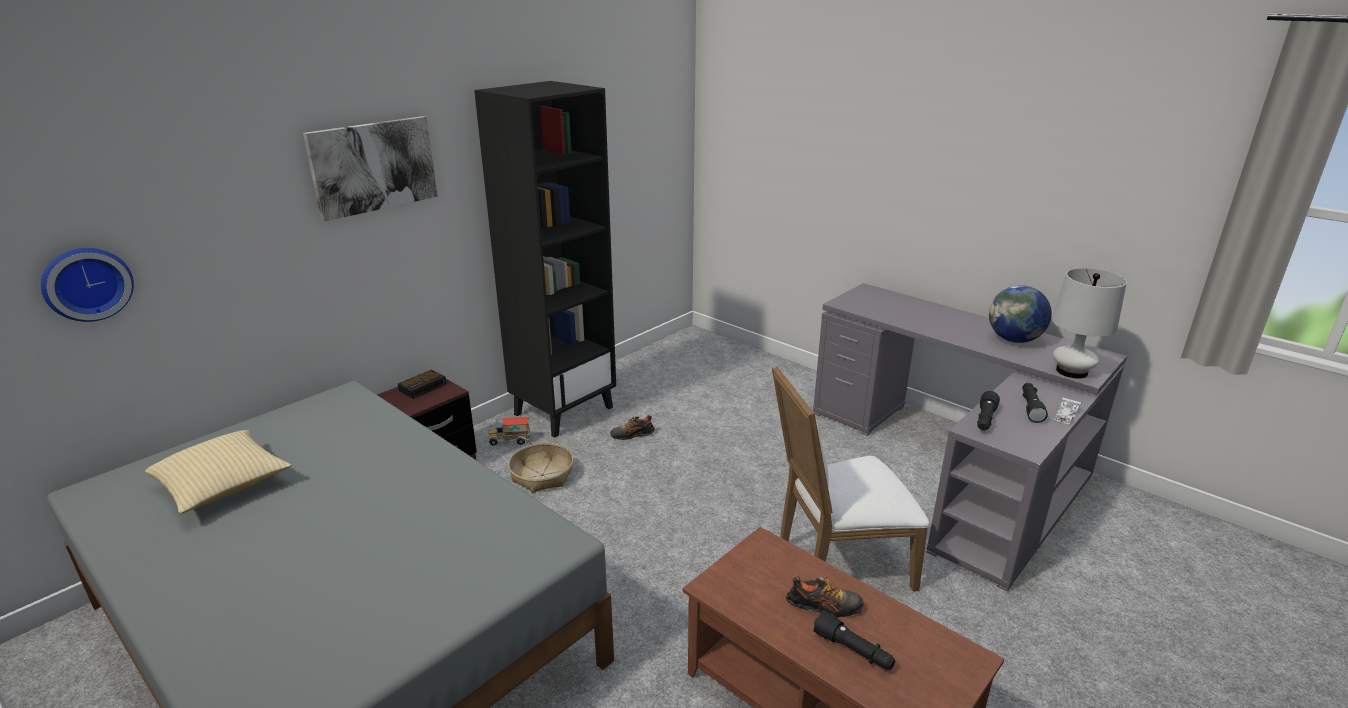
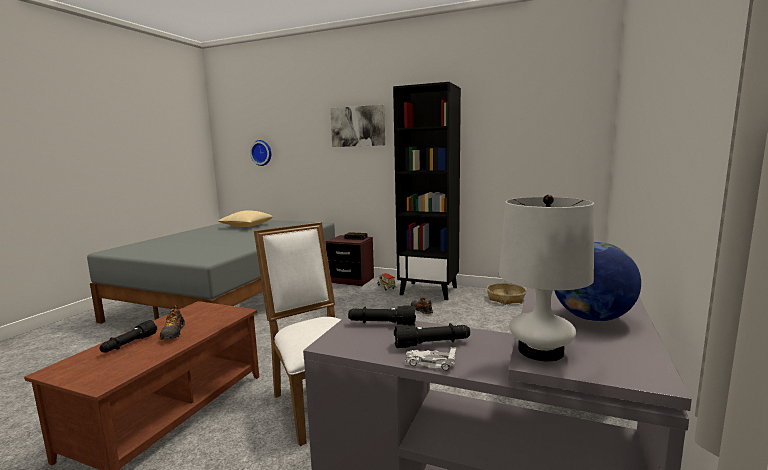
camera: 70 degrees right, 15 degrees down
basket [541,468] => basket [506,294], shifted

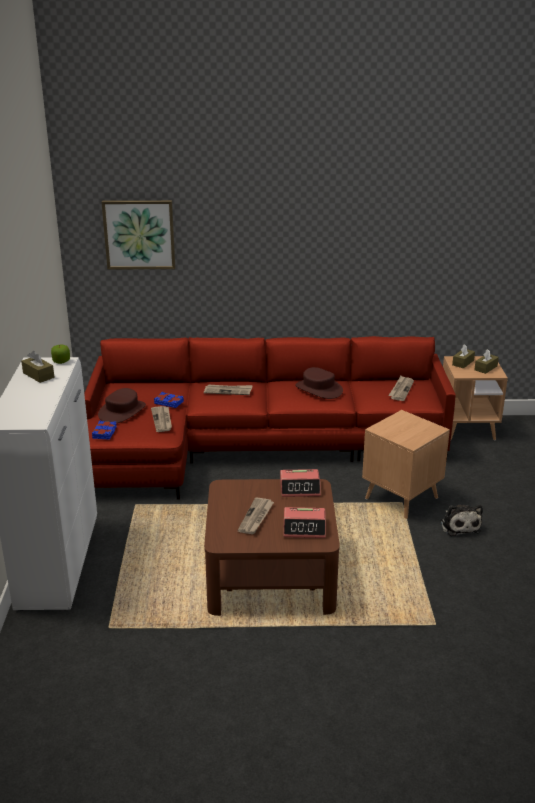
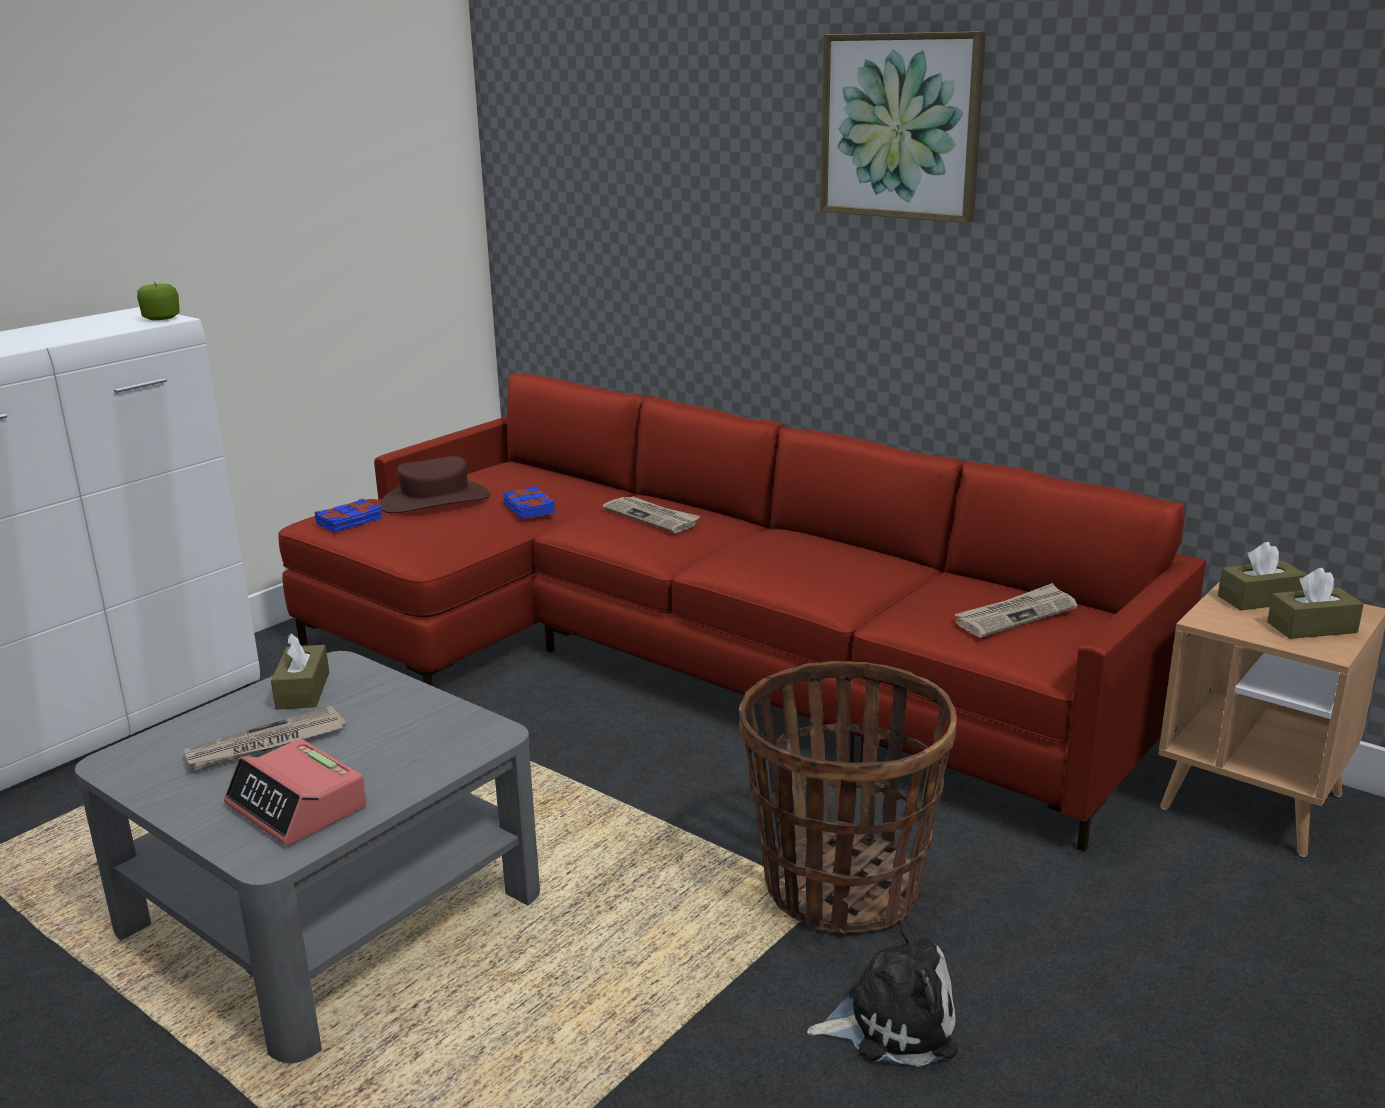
camera: 40 degrees right, 5 degrees down
newspaper [161,419] => nothing
alarm clock [300,483] => nothing
brown hat [319,383] => nothing
brown tissue box [37,367] => brown tissue box [300,671], shifted
picture [138,234] => picture [903,127], shifted
brown side table [406,464] => basket [848,797]
brown coffee table [272,547] => grey coffee table [307,857]
plush toy [461,520] => plush toy [882,994], 120 degrees counterclockwise

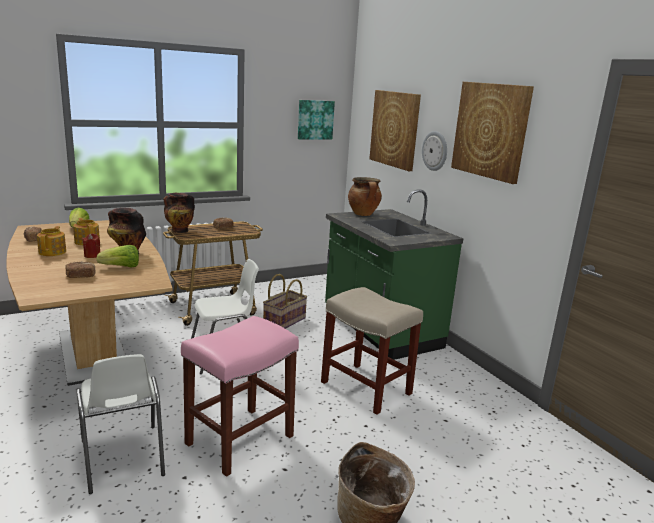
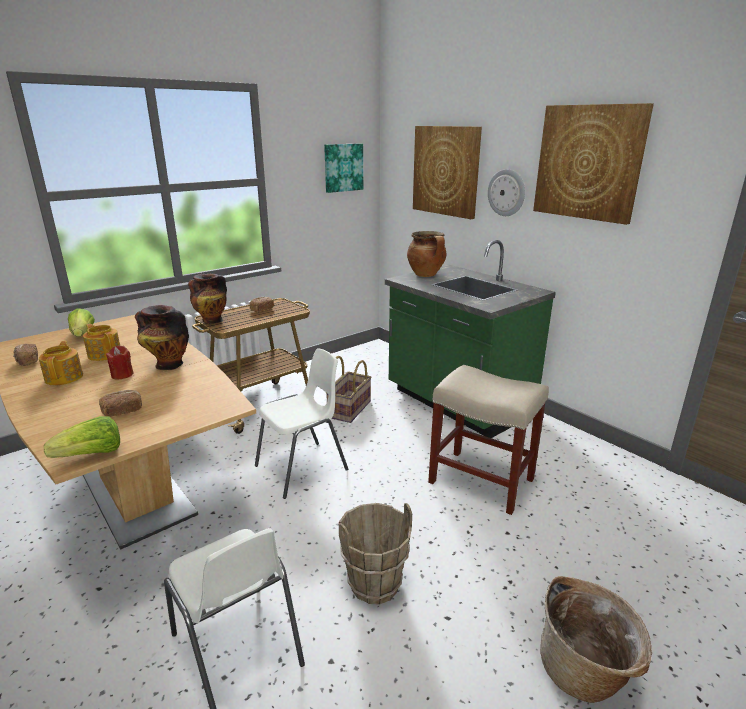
camera: 10 degrees left, 5 degrees up
lettuce [117,256] => lettuce [82,437], shifted
pink stool [240,396] => brown bucket [375,553]

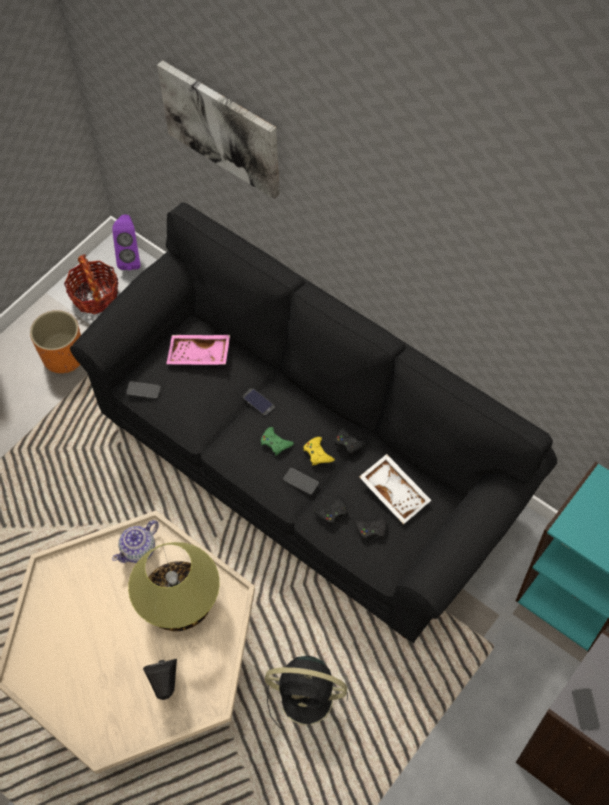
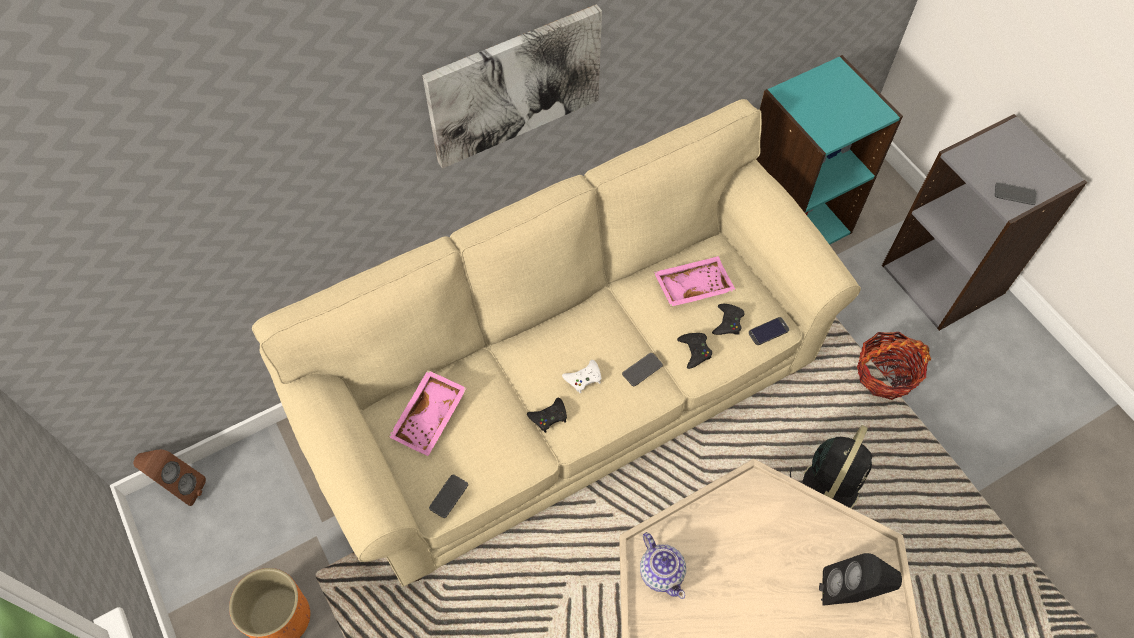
camera: 70 degrees left, 0 degrees up
table lamp [174,586] => nothing
yellow game controller [319,451] => nothing
basket [91,284] => basket [894,366], shifted
picture [218,129] => picture [512,86], shifted
phone [259,402] => phone [769,331], shifted
black game controller [351,441] => black game controller [547,415], shifted
black sofa [313,422] => beige sofa [556,343]
purple speaker [126,242] => brown speaker [169,477]
green game controller [277,441] => white game controller [581,376]
white tray [395,489] => pink tray [695,281]

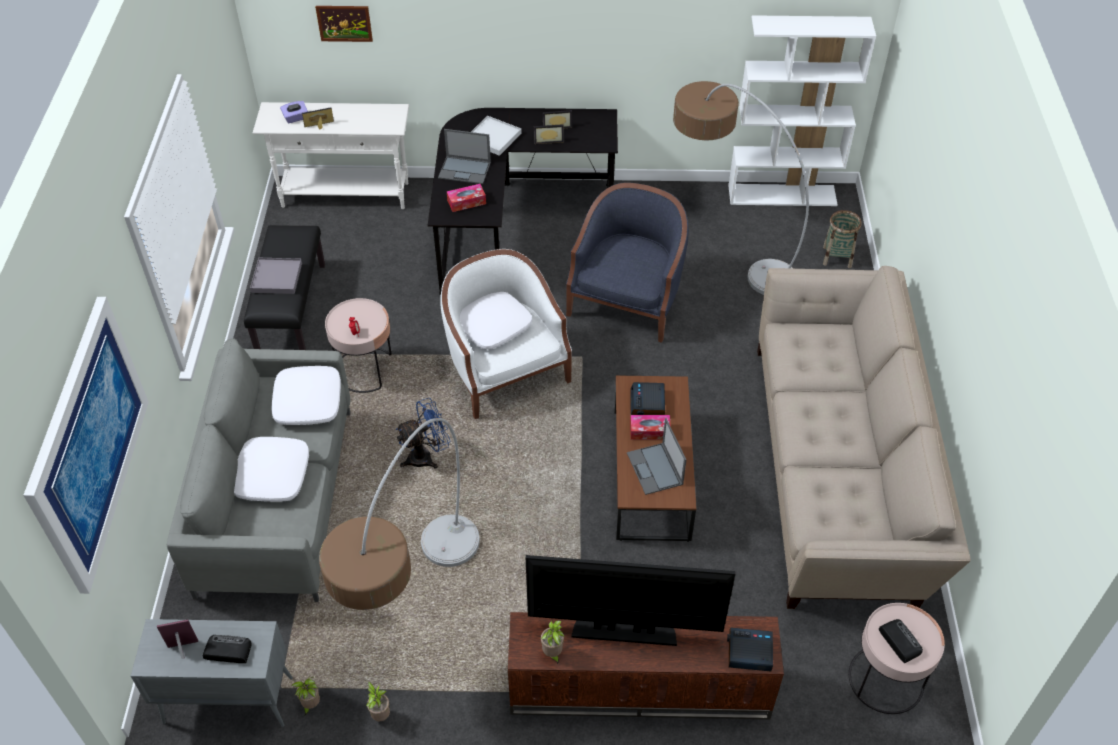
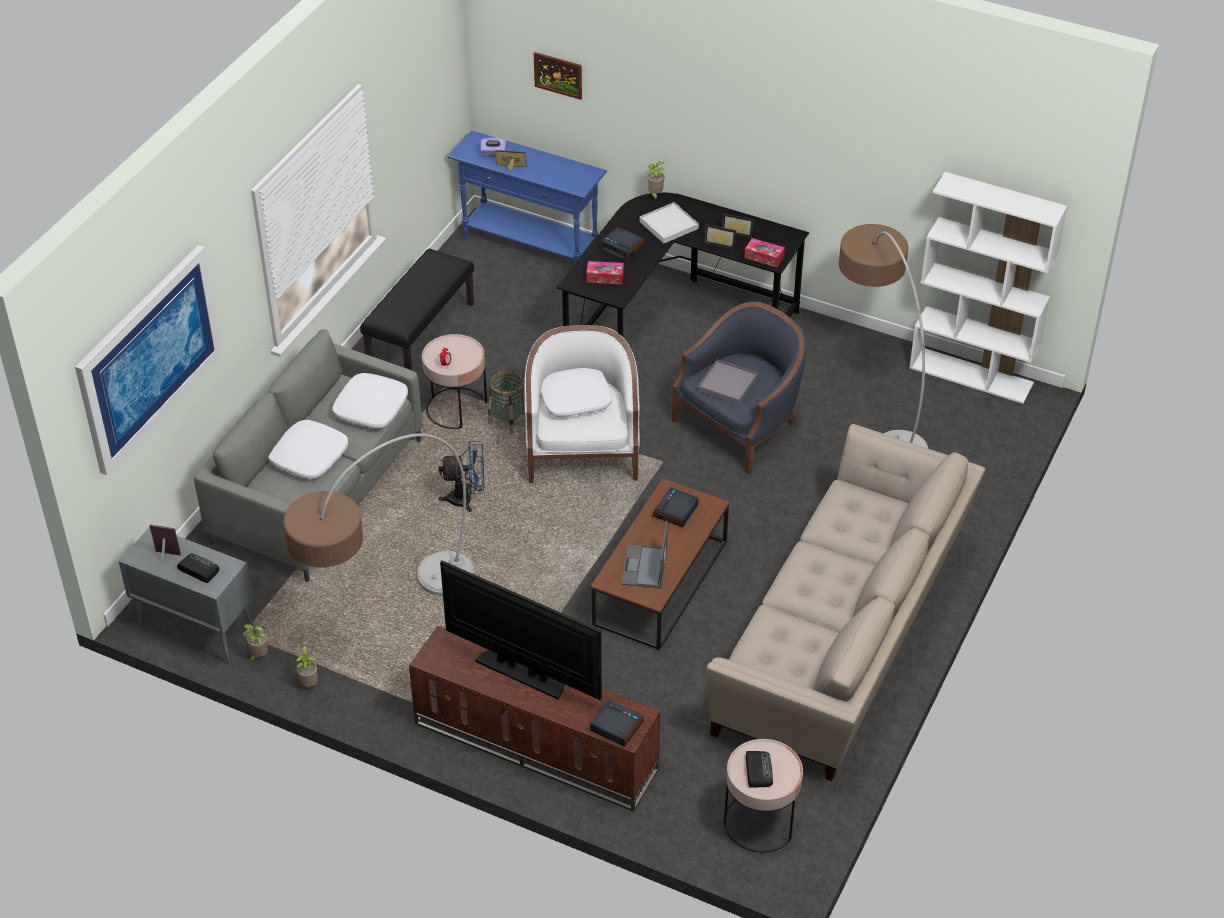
camera: 25 degrees right, 5 degrees down
grey tray [276,276] => grey tray [728,382], shifted
potted plant [553,642] => potted plant [656,181], shifted
tissue box [650,427] => tissue box [764,252], shifted
basket [842,239] => basket [506,402], shifted
laptop [464,156] => alarm clock [622,244]
white console table [331,155] => blue console table [527,196]

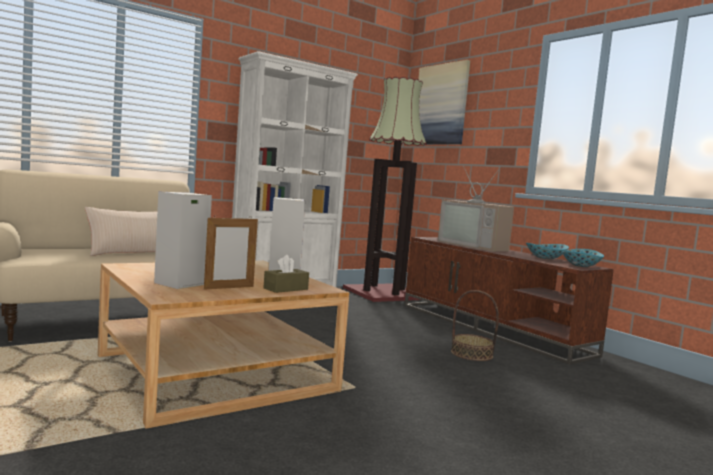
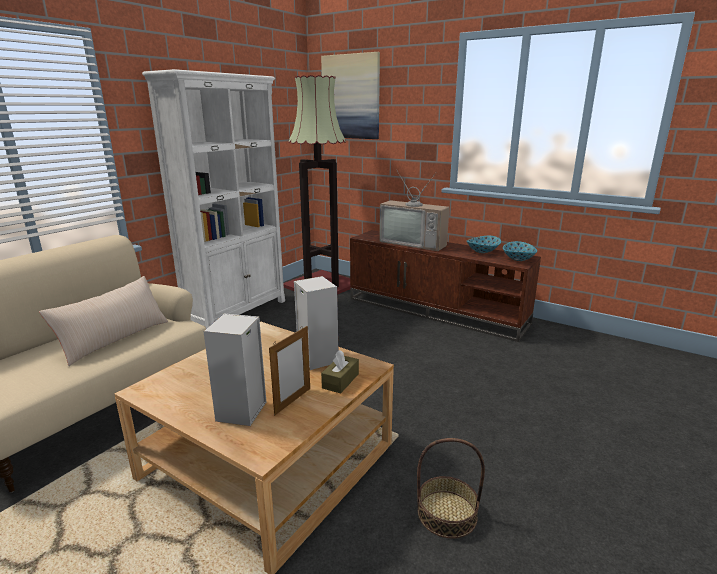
camera: 20 degrees left, 15 degrees up
basket [475,325] => basket [451,488], shifted

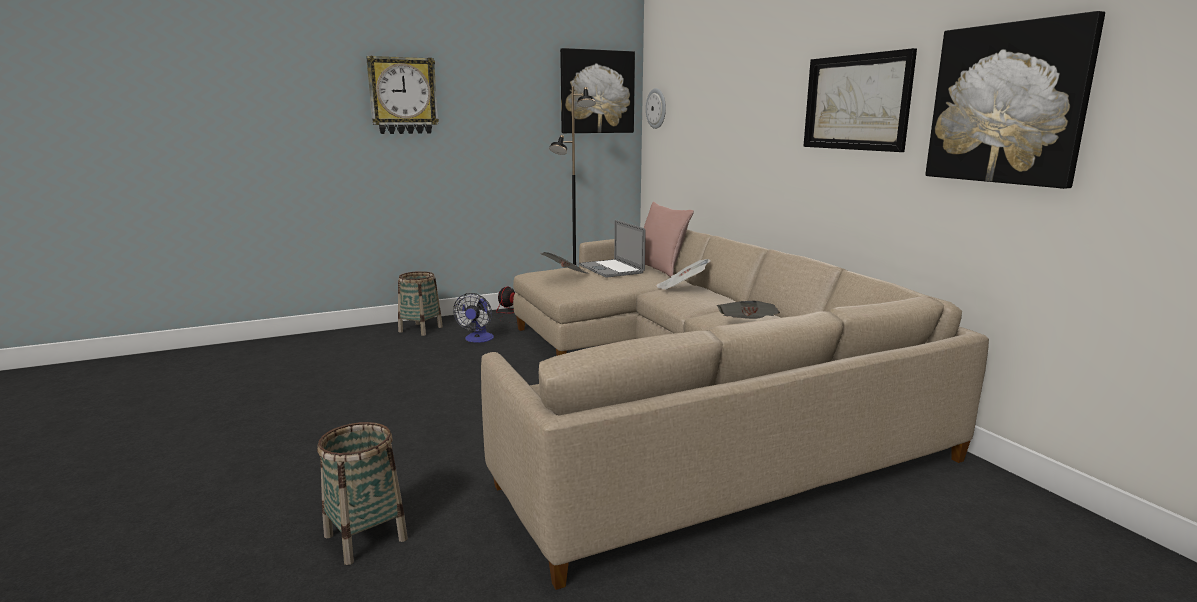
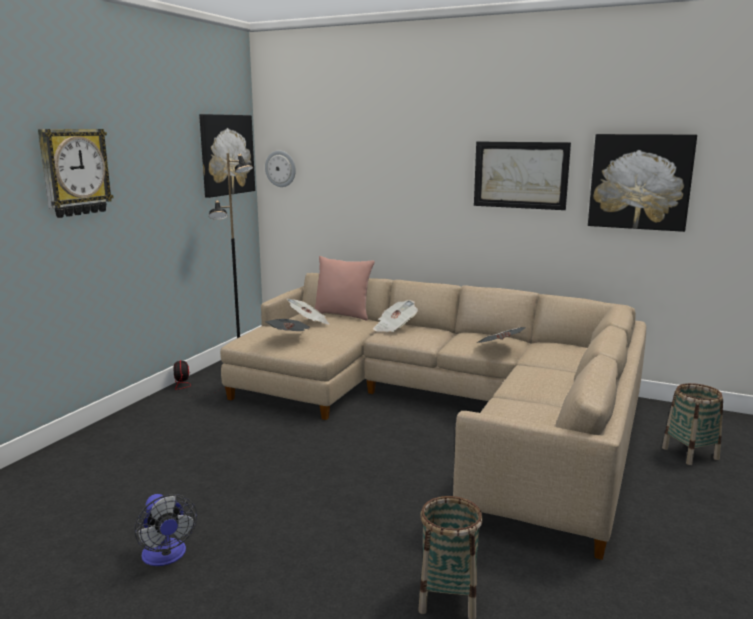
camera: 40 degrees left, 0 degrees up
basket [420,303] => basket [692,424], shifted
fan [473,318] => fan [165,530], shifted
laptop [612,249] => newspaper [308,312]

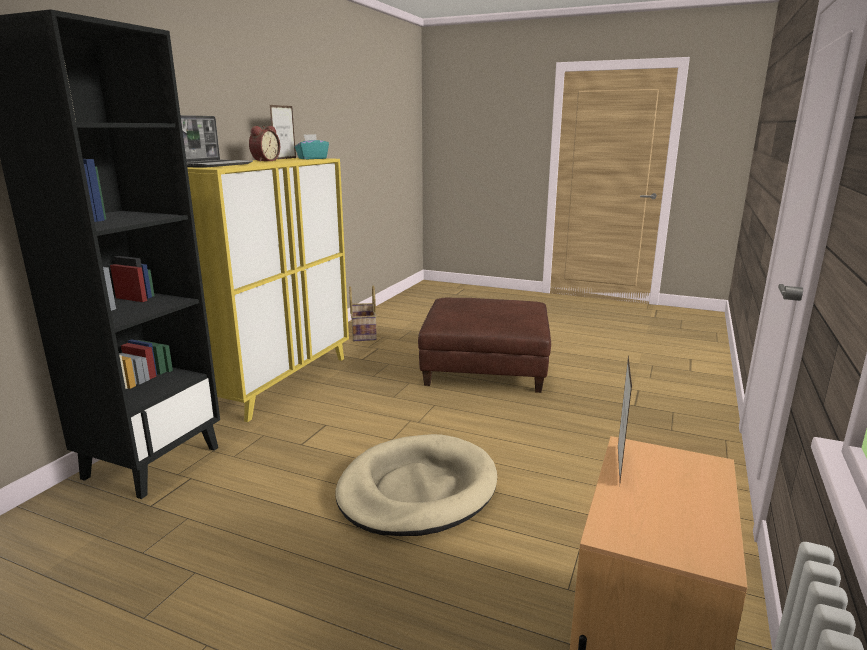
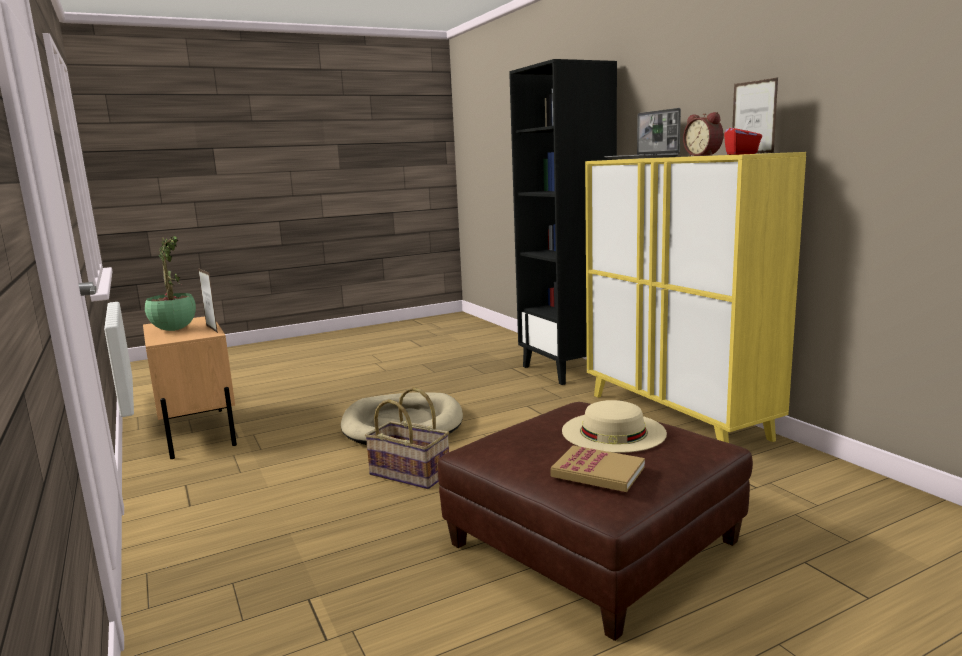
camera: 130 degrees right, 5 degrees down
nothing => potted plant [170,283]
nothing => book [597,468]
nothing => beige hat [614,426]
basket [363,313] => basket [407,438], shifted
turquoise tissue box [312,146] => red tissue box [743,137]

